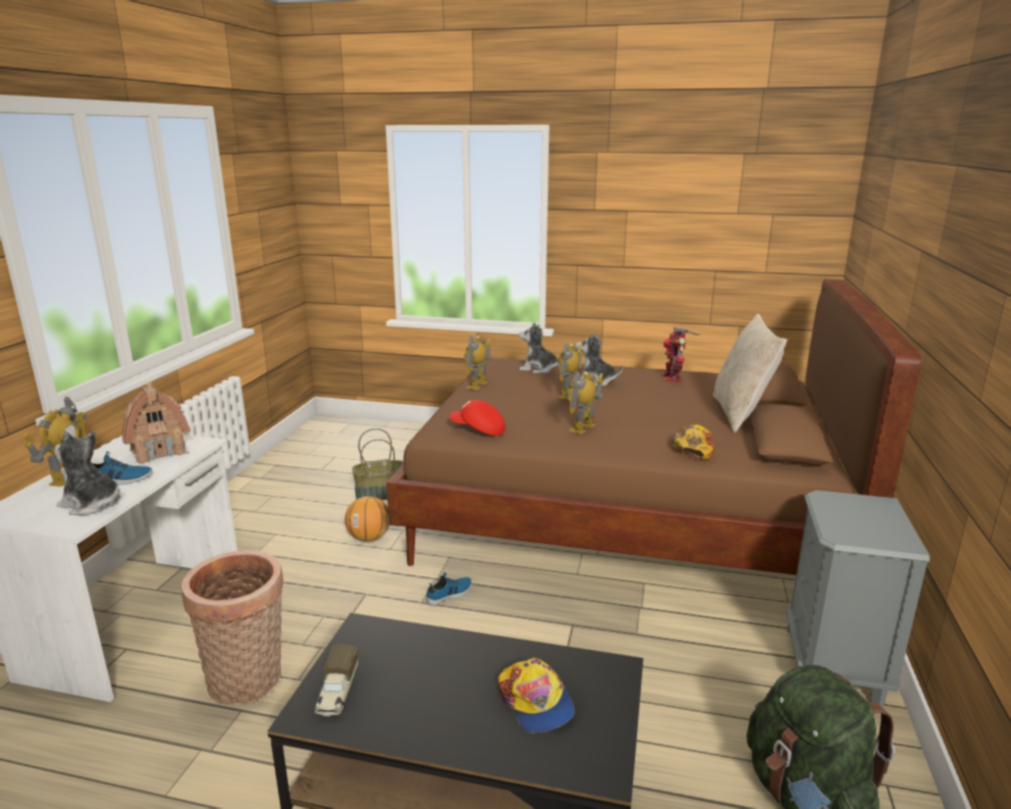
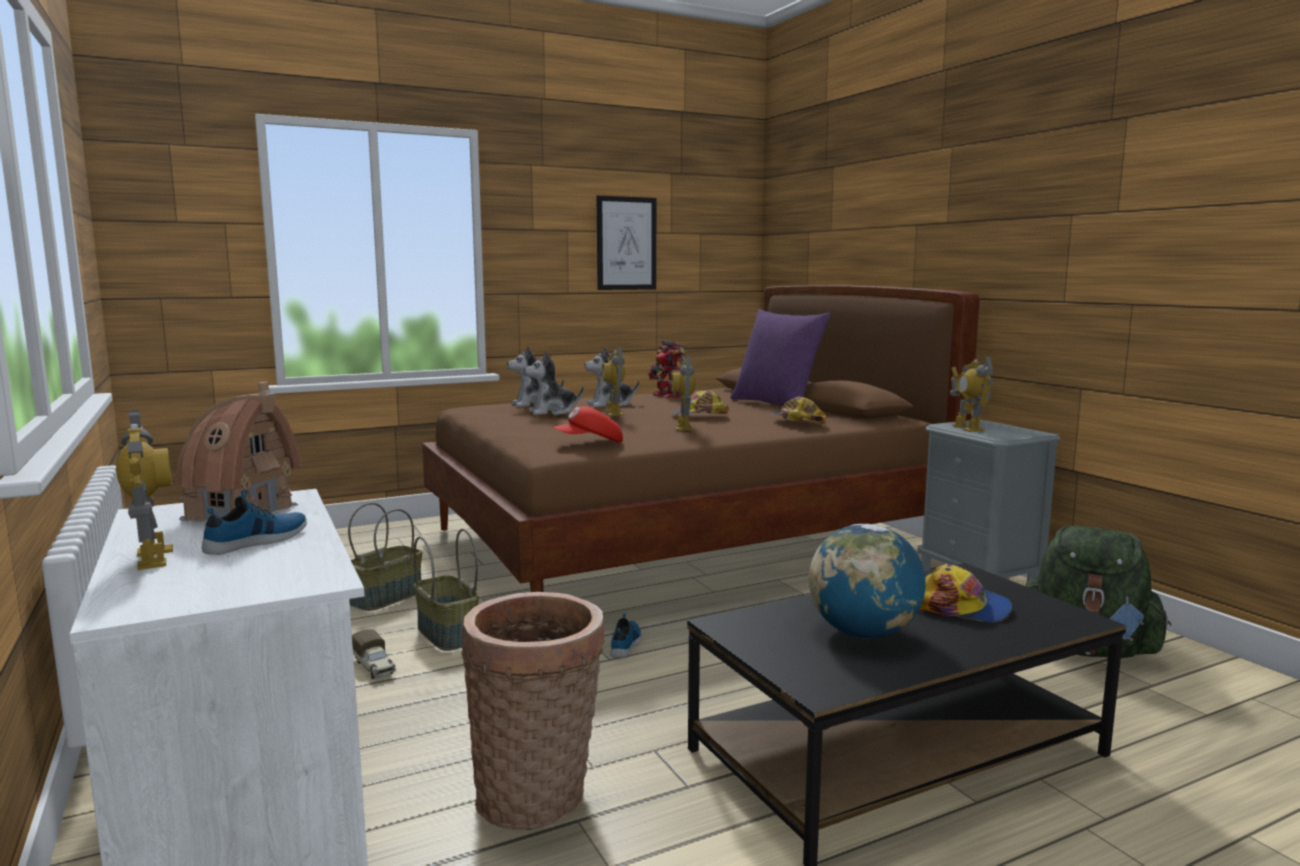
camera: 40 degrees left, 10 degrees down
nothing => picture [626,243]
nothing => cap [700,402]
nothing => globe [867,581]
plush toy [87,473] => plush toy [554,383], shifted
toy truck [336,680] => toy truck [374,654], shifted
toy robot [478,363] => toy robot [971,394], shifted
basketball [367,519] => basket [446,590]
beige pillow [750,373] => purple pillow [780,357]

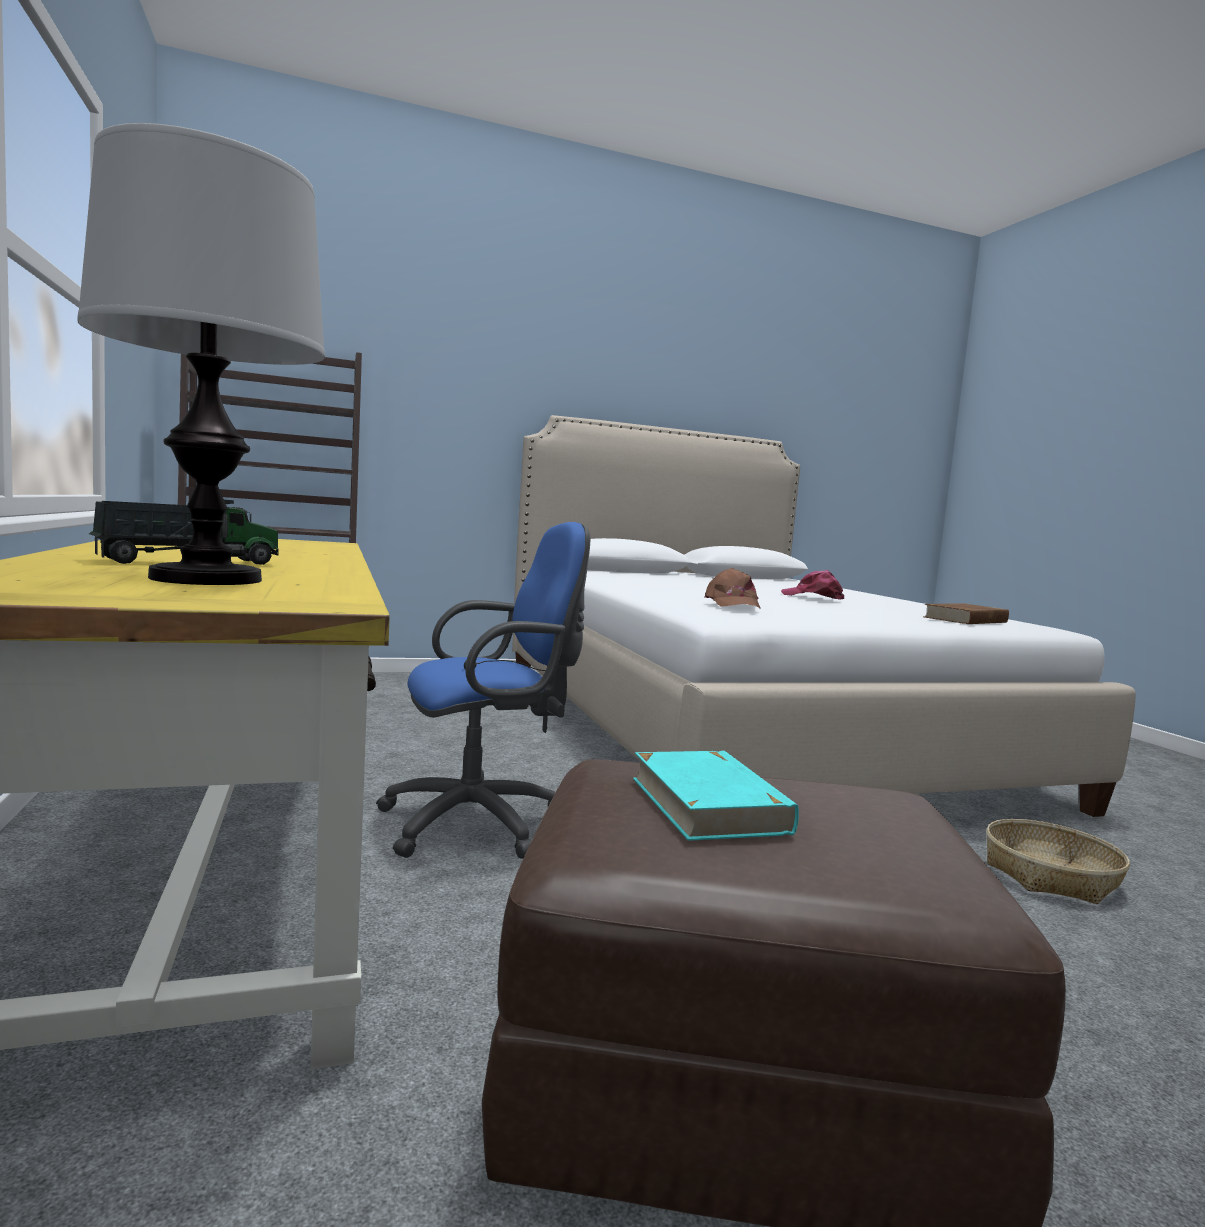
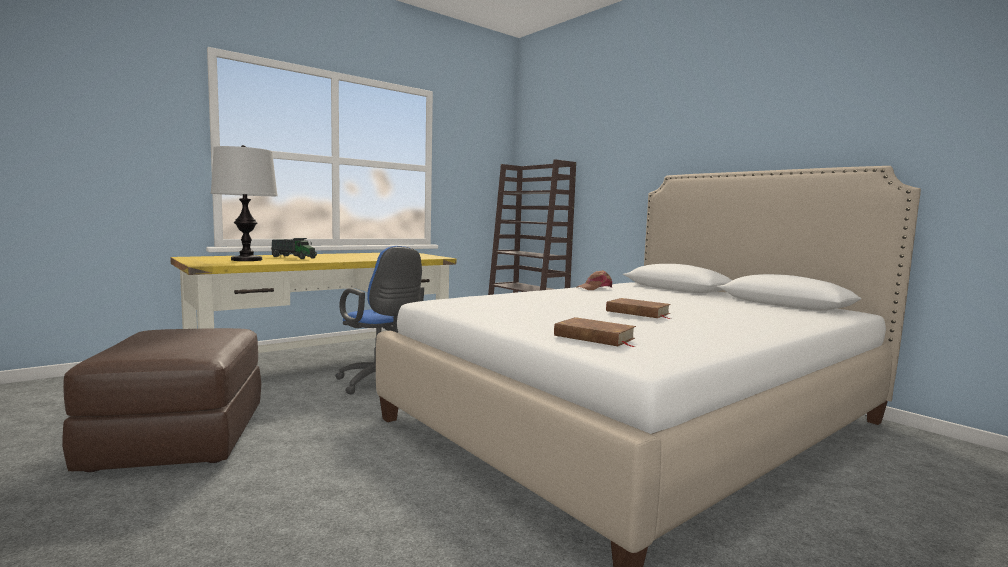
camera: 70 degrees right, 0 degrees up
turquoise book [716,796] => nothing
basket [1058,861] => nothing
brown cap [732,588] => brown cap [594,280], shifted
pink cap [812,585] => brown book [638,308]

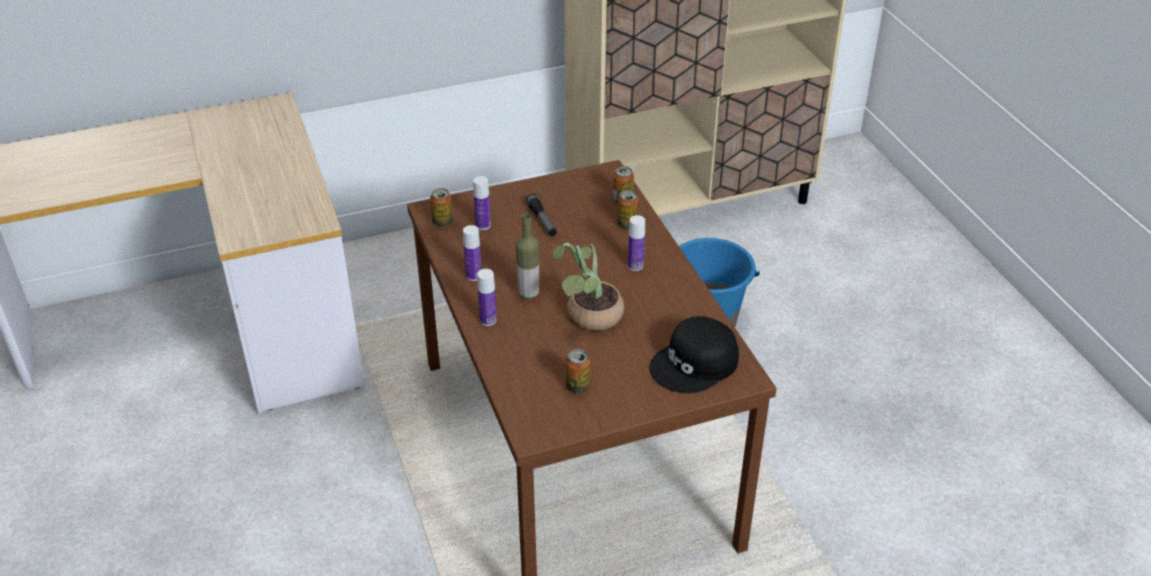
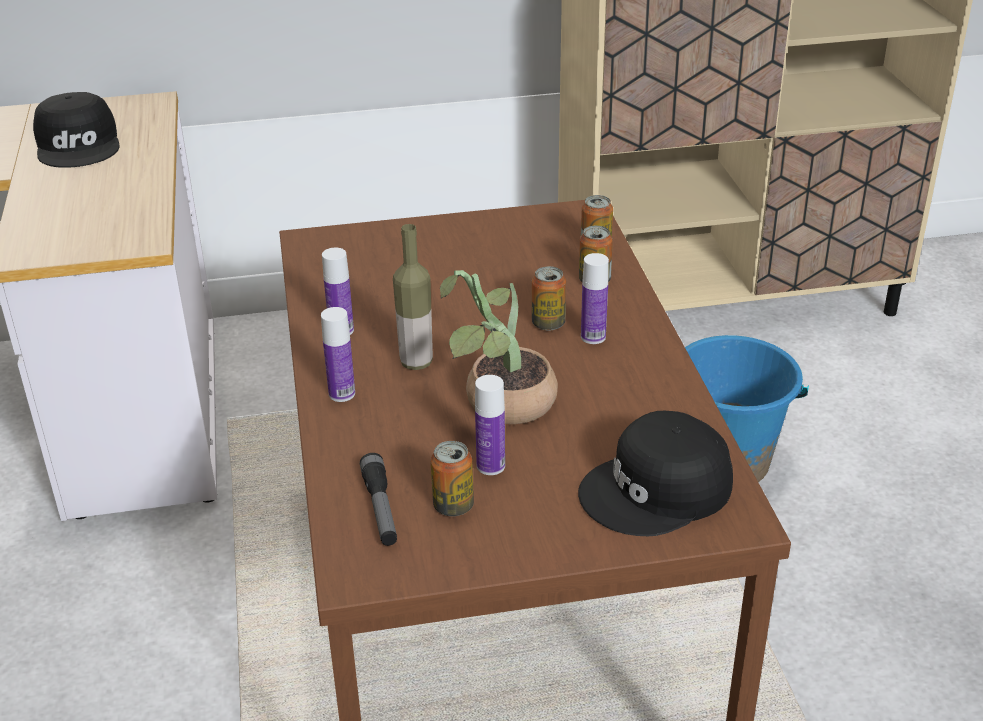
camera: 10 degrees right, 5 degrees down
nothing => black cap [76,130]
can [441,207] => can [549,298], shifted
bottle [482,203] => bottle [490,425], shifted
flashlight [541,215] => flashlight [378,499], shifted

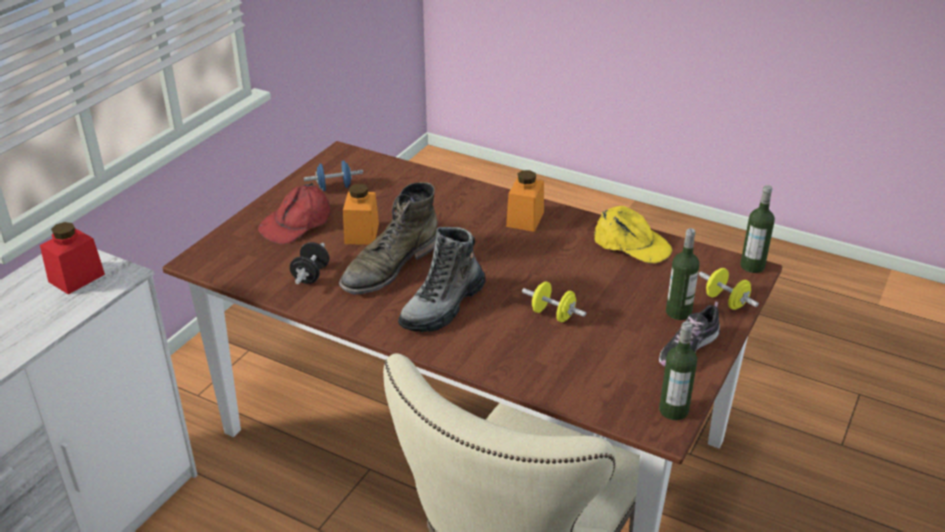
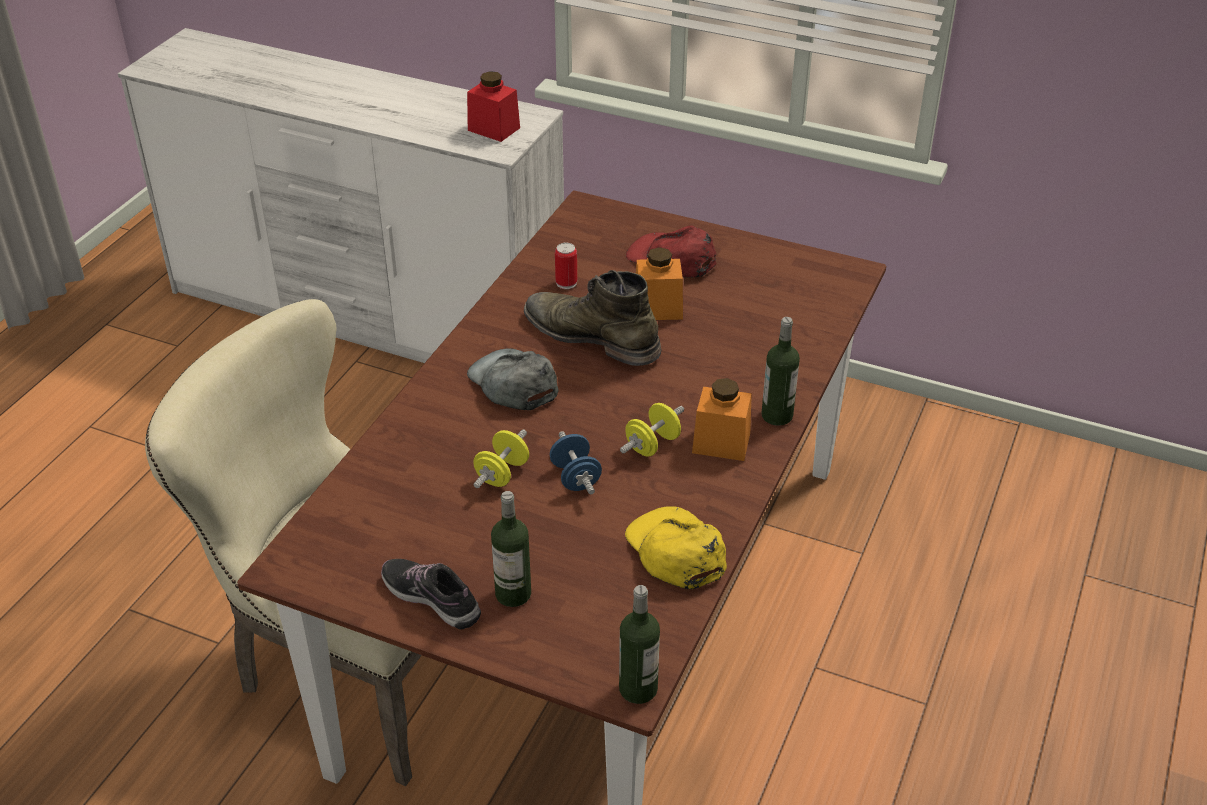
camera: 85 degrees right, 5 degrees up
blue dumbbell [333,176] => blue dumbbell [576,462], shifted
bottle [678,370] => bottle [780,371], shifted
yellow dumbbell [729,289] => yellow dumbbell [652,430], shifted
black dumbbell [309,263] => can [566,266]
boot [442,279] => grey cap [513,379]
yellow cap [633,235] => yellow cap [676,547], 120 degrees clockwise

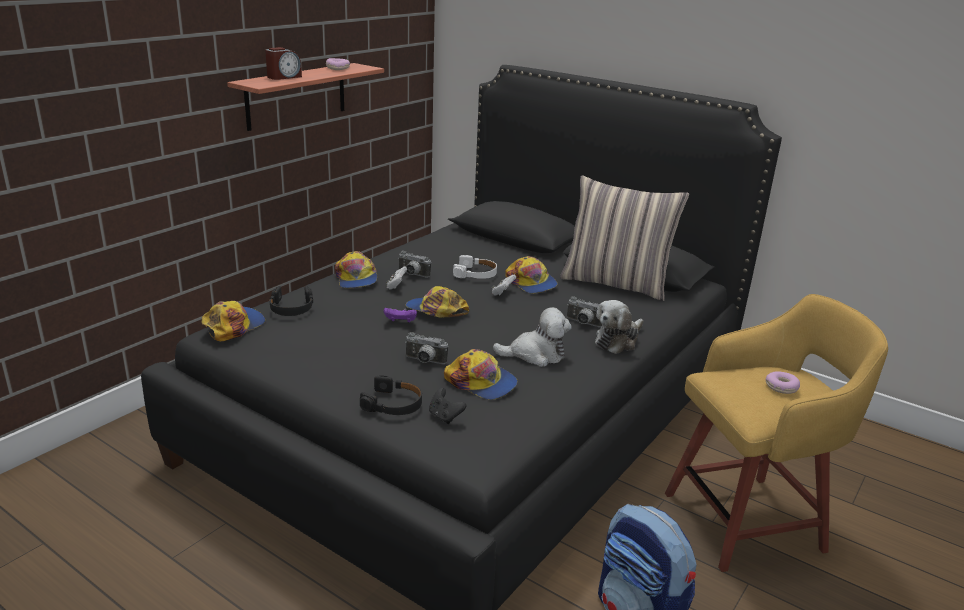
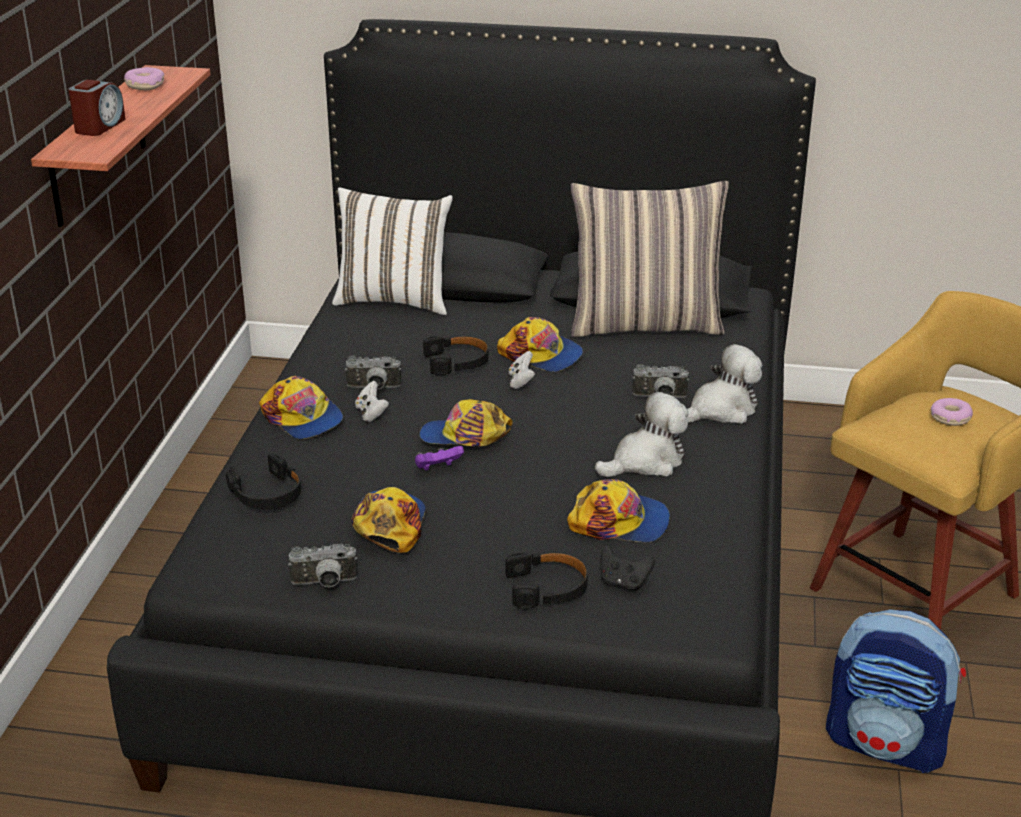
camera: 25 degrees left, 5 degrees up
nothing => white pillow [392,251]
cap [233,321] => cap [388,520], shifted
photo camera [426,348] => photo camera [323,565], shifted
white headphones [475,267] => black headphones [456,355]
plush toy [619,327] => plush toy [724,384], 135 degrees counterclockwise

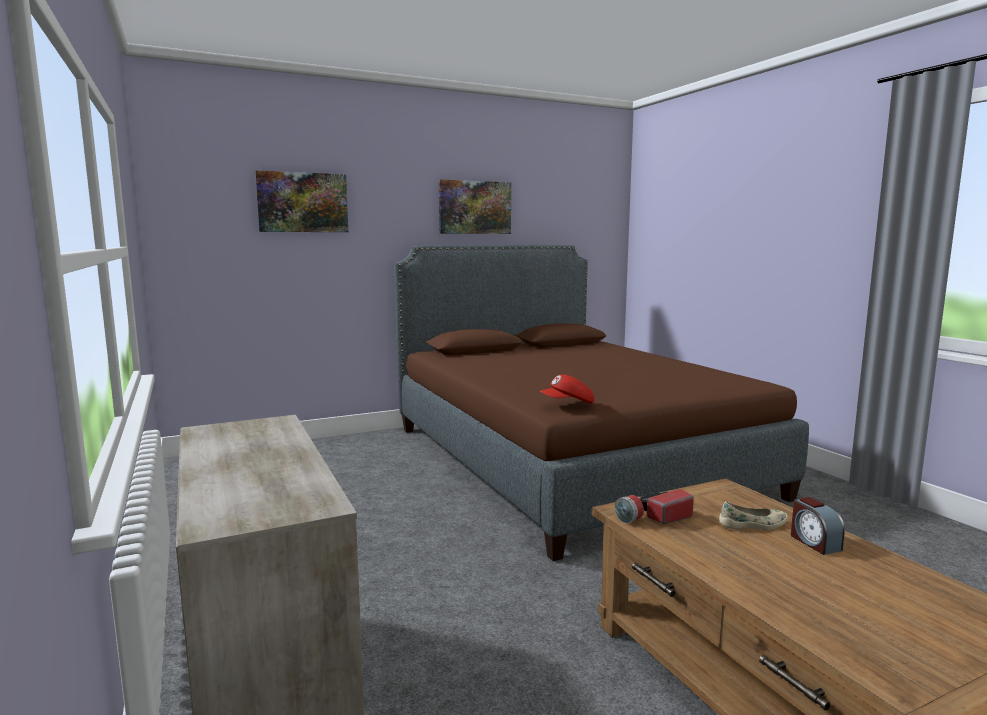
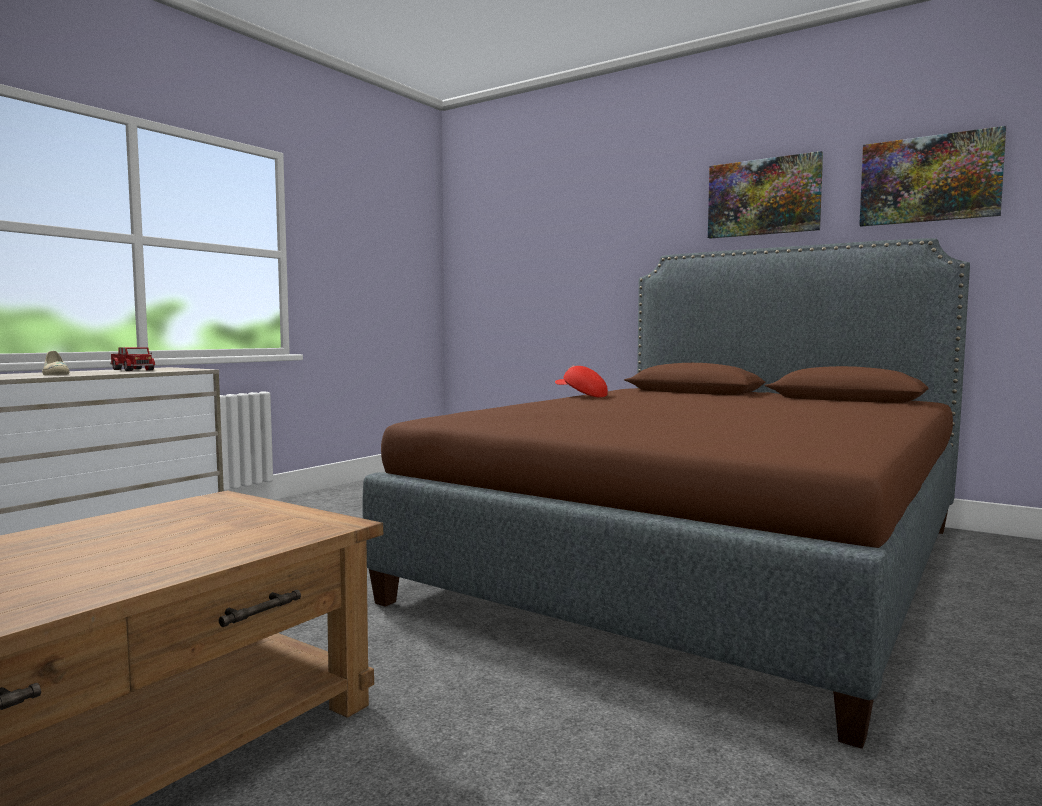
camera: 60 degrees right, 5 degrees down
flashlight [654,506] => nothing
alarm clock [818,526] => nothing
nothing => toy truck [132,359]
picture [301,201] => picture [932,176], shifted
red cap [567,389] => red cap [581,381], shifted
beige shoe [753,515] => beige shoe [56,363], shifted

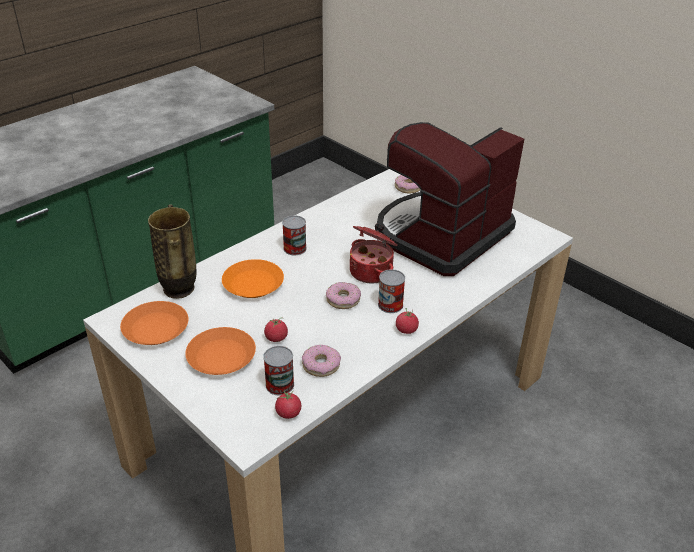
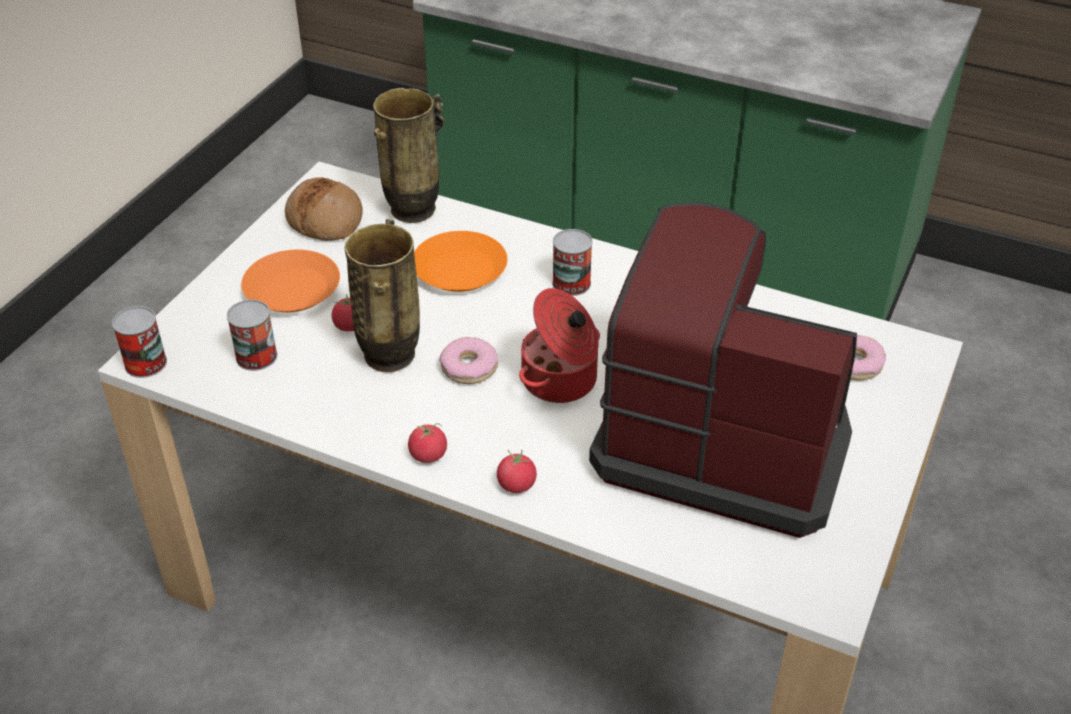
camera: 70 degrees right, 5 degrees up
donut [321,361] => nothing
nothing => vase [382,295]
tomato [288,404] => tomato [517,471], shifted
can [391,291] => can [139,342], shifted
orange plate [154,323] => bread [324,209]

